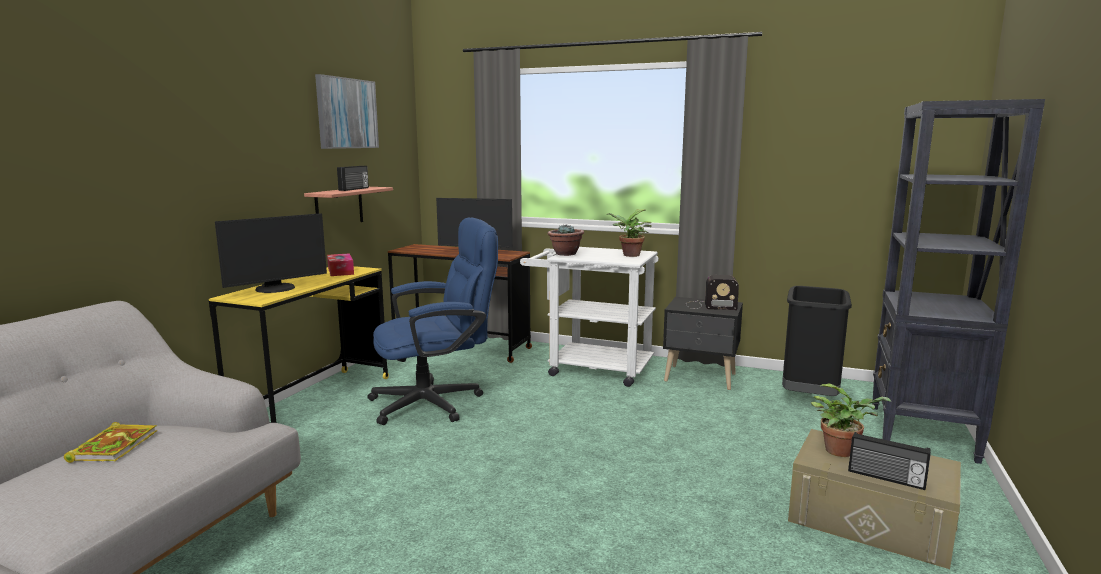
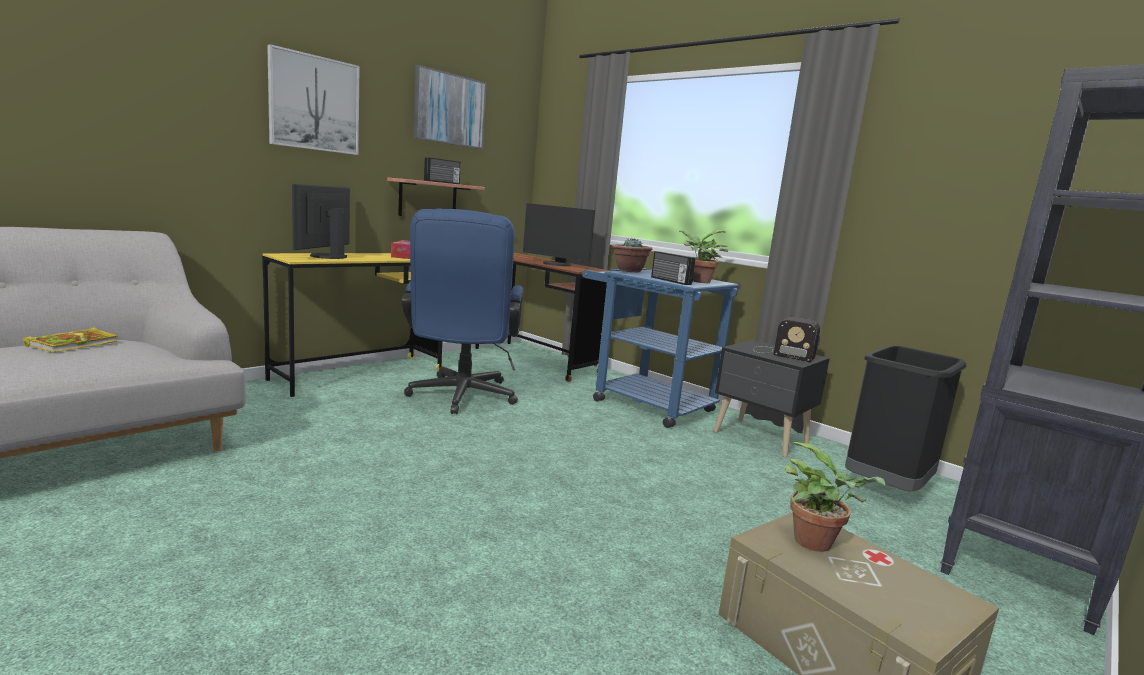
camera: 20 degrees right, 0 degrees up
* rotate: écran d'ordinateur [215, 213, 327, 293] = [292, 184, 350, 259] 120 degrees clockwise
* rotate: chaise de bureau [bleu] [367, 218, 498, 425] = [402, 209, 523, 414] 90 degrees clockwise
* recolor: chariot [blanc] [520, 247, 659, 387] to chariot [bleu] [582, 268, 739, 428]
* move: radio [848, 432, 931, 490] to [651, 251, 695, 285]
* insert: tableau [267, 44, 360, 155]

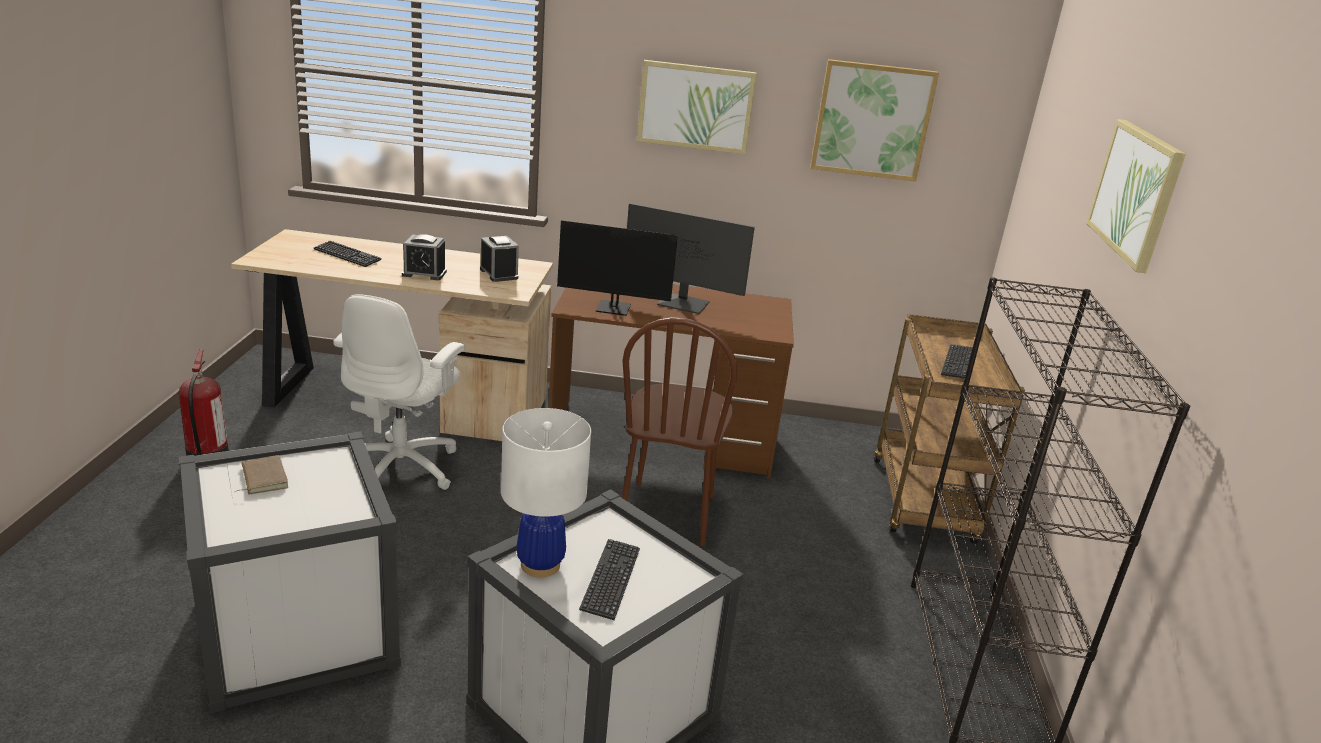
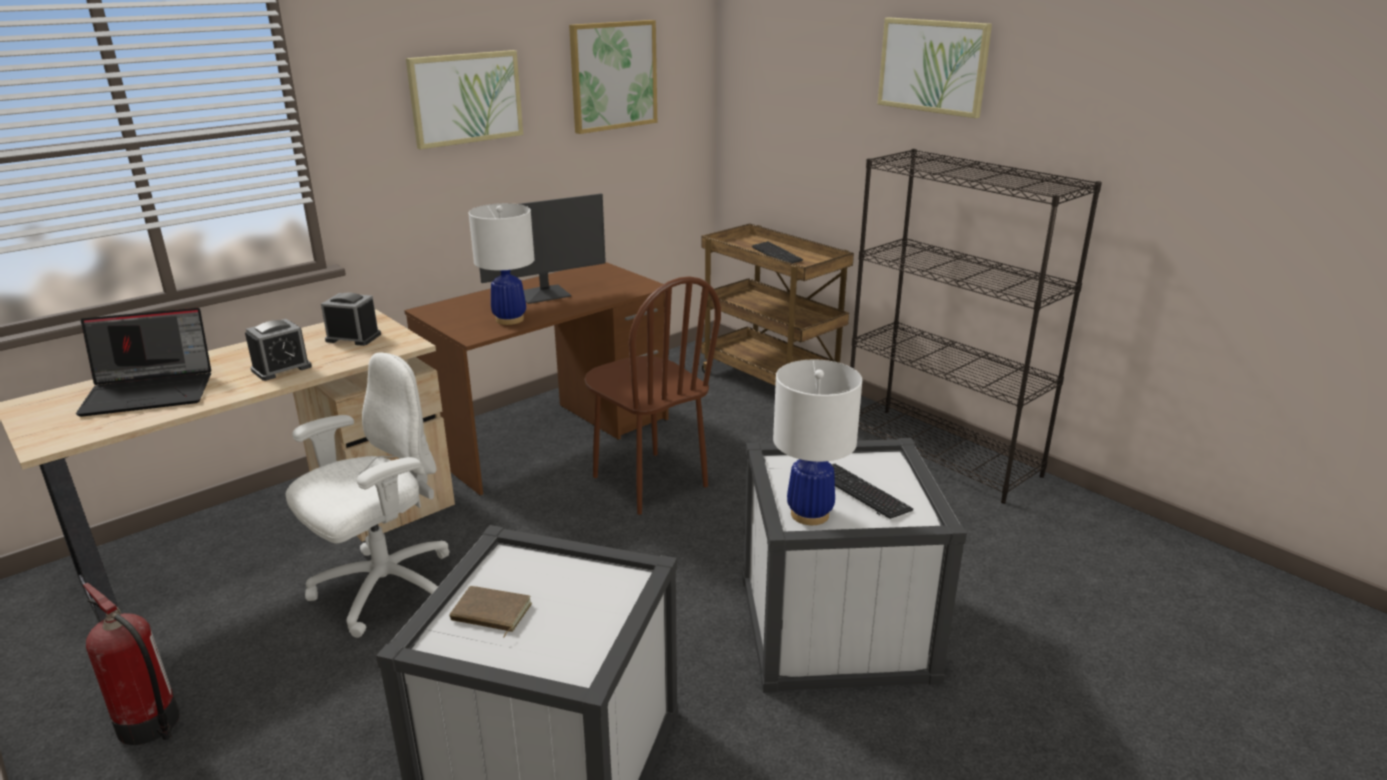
camera: 45 degrees left, 0 degrees up
* replace: clavier [314, 241, 382, 267] to ordinateur portable [76, 308, 211, 417]
* rotate: chaise de bureau [blanc] [333, 294, 465, 490] = [286, 353, 450, 638] 105 degrees counterclockwise
* replace: écran d'ordinateur [557, 220, 715, 316] to lampe de table [blanc] [469, 203, 534, 325]

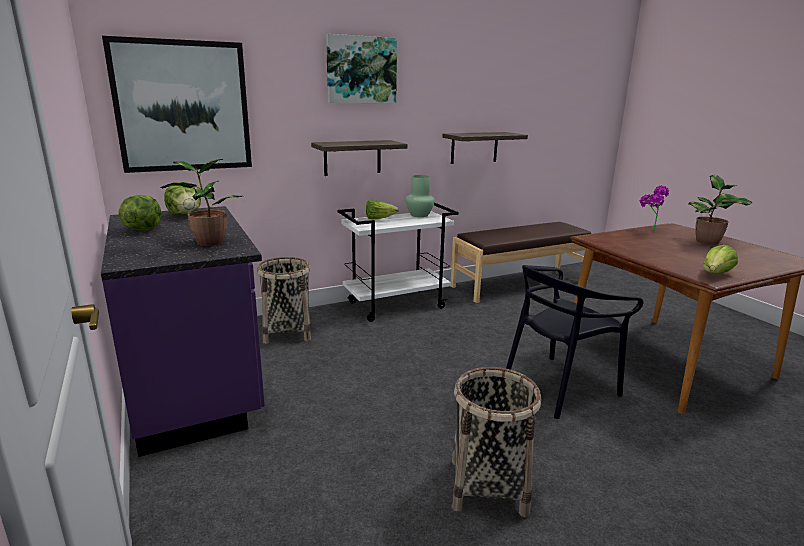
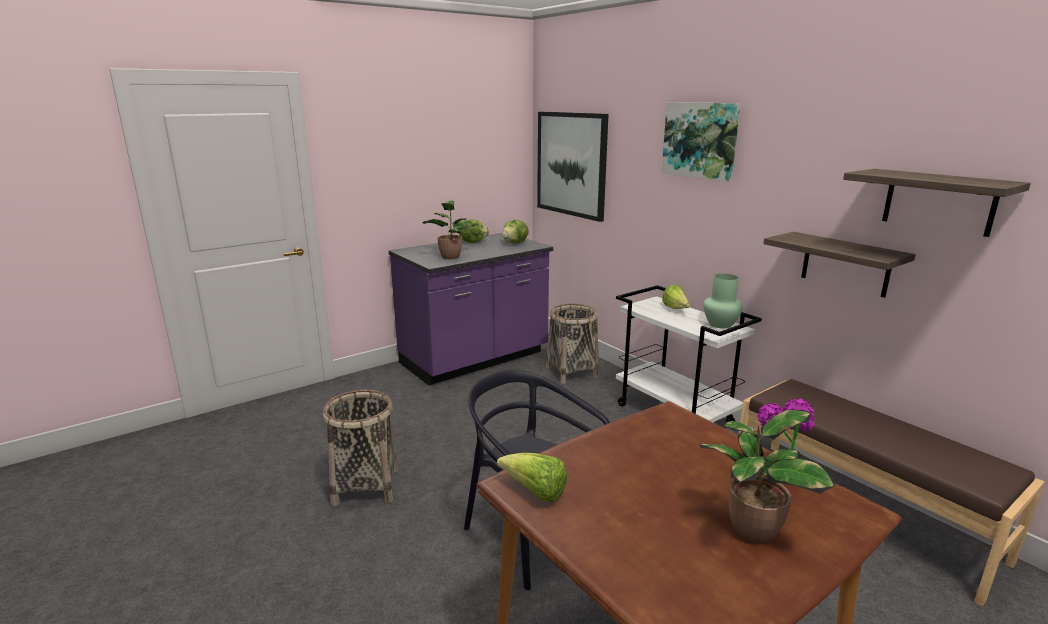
camera: 80 degrees right, 0 degrees up
* move: étagère [311, 140, 408, 176] to [843, 169, 1031, 237]

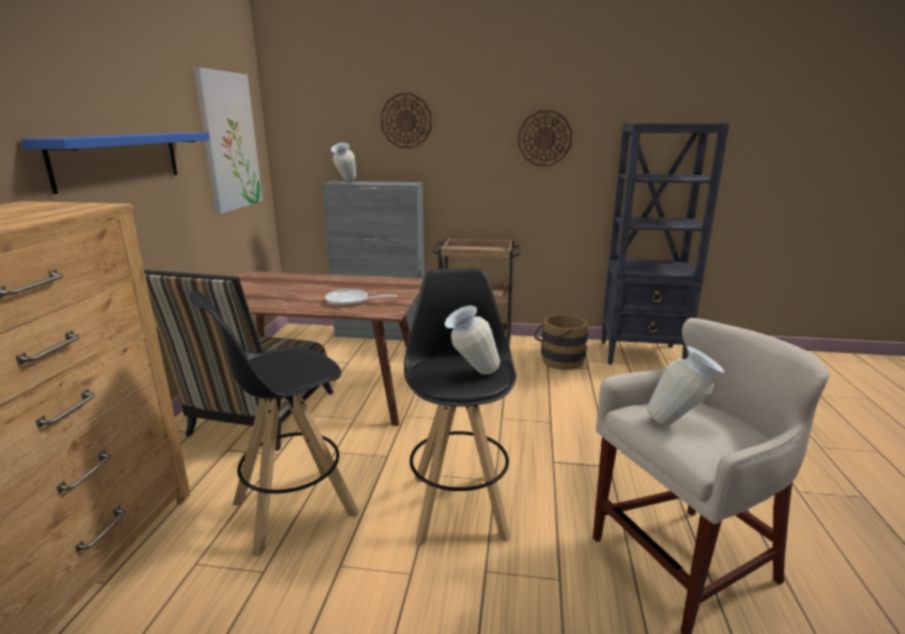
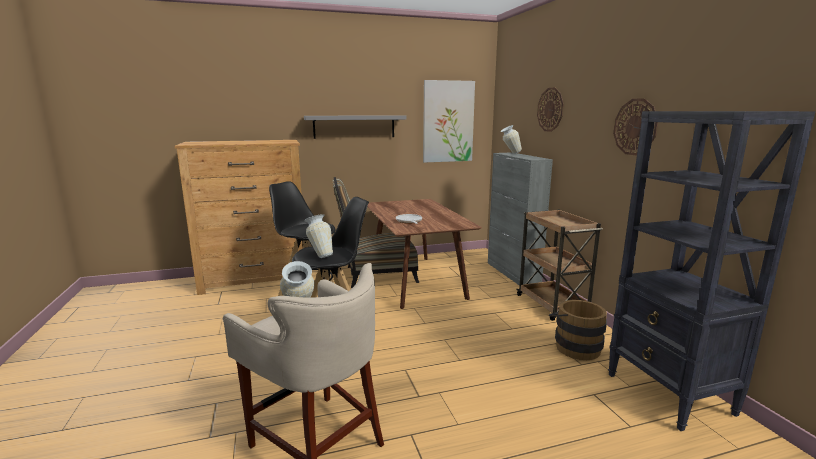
camera: 65 degrees right, 5 degrees down
* recolor: étagère [bleu] [21, 133, 210, 194] to étagère [gris] [304, 115, 407, 139]

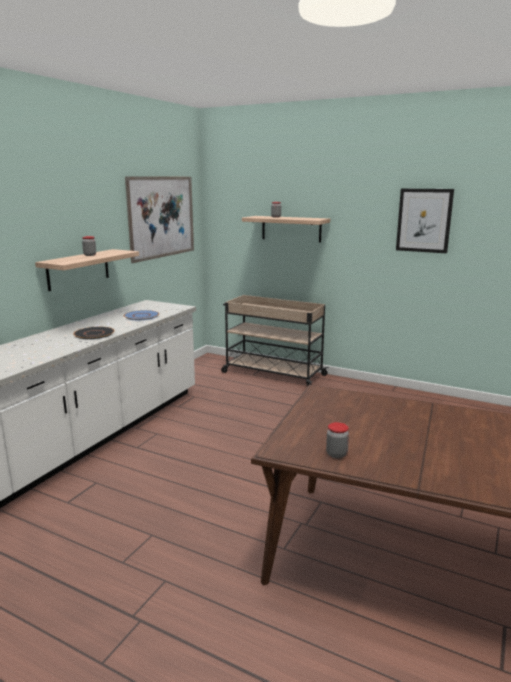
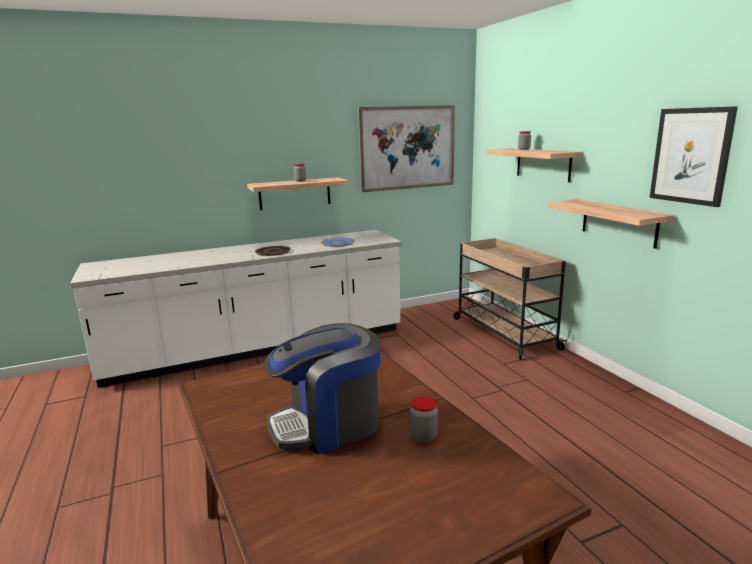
camera: 40 degrees right, 0 degrees up
* move: bocal [326, 422, 349, 458] to [410, 396, 438, 443]
* insert: machine à café [264, 323, 381, 454]
* insert: étagère [547, 199, 674, 249]

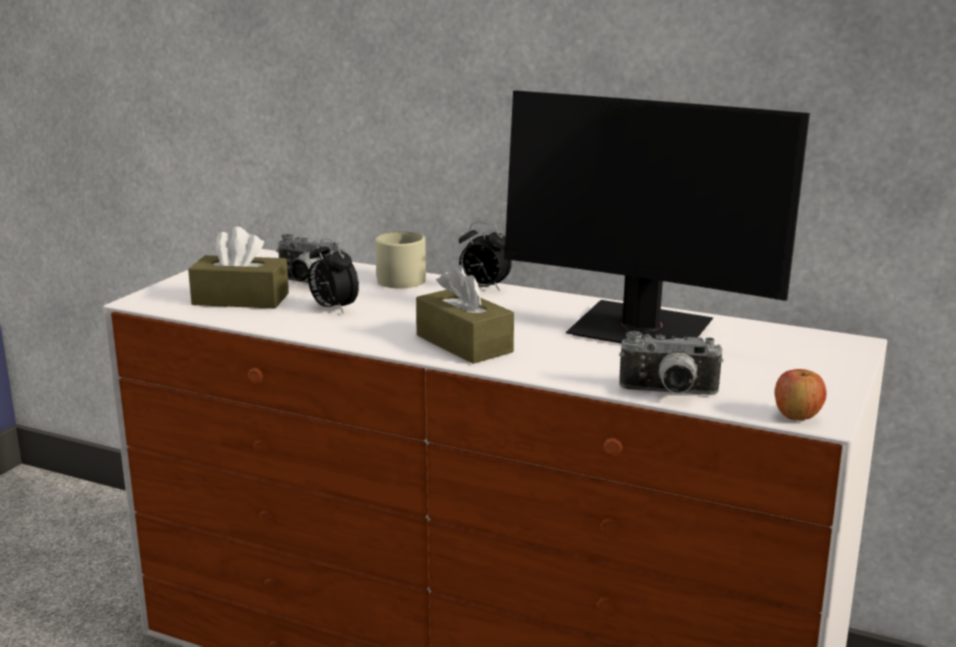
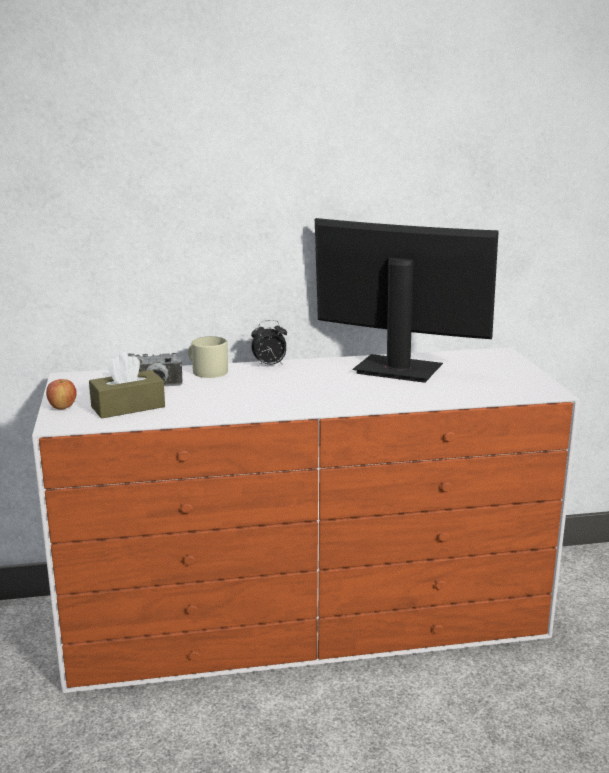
camera: 35 degrees left, 0 degrees up
* delete: réveil [308, 238, 359, 314]
* delete: boîte à mouchoirs [marron] [416, 265, 514, 364]
* rotate: écran d'ordinateur [504, 91, 810, 344] = [315, 218, 499, 383] 150 degrees counterclockwise
* delete: appareil photo [619, 331, 723, 395]
* move: pomme [775, 369, 827, 421] to [46, 379, 77, 410]

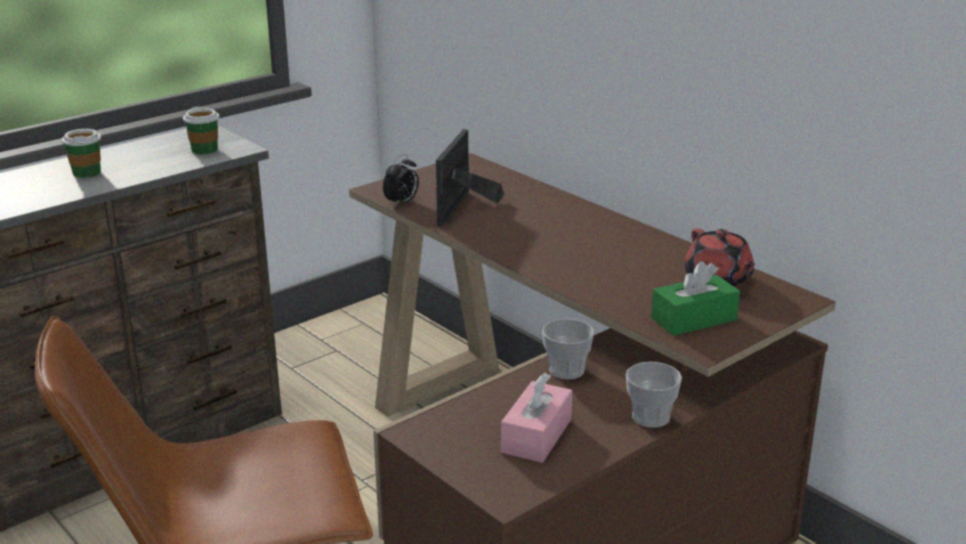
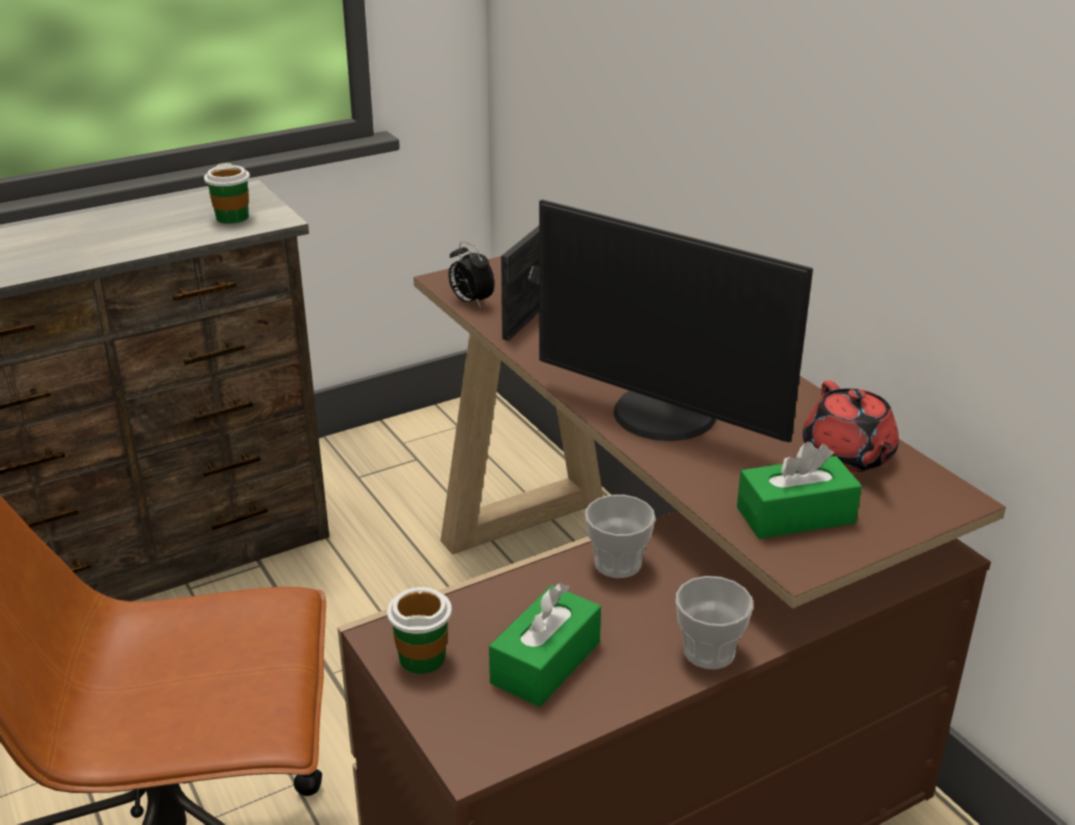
camera: 10 degrees right, 5 degrees up
* move: tasse [61, 129, 101, 178] to [387, 587, 452, 674]
* rotate: réveil [383, 154, 419, 208] = [448, 241, 495, 308] 90 degrees clockwise
* recolor: boîte à mouchoirs [rose] [501, 373, 572, 463] to boîte à mouchoirs [vert] [489, 583, 601, 707]
* insert: écran d'ordinateur [539, 200, 813, 443]

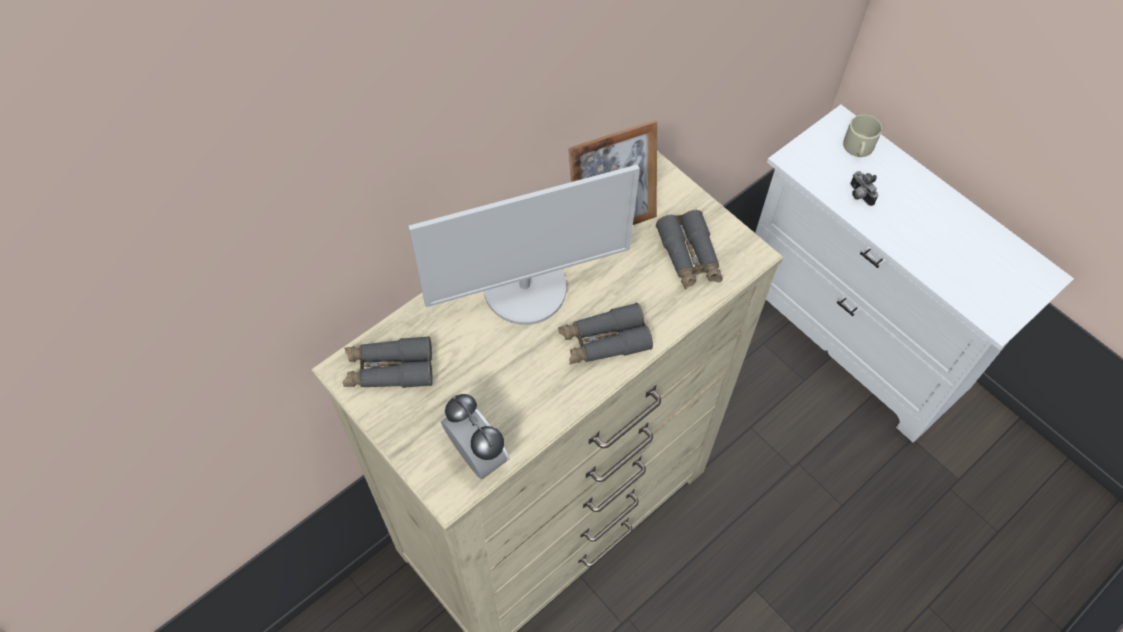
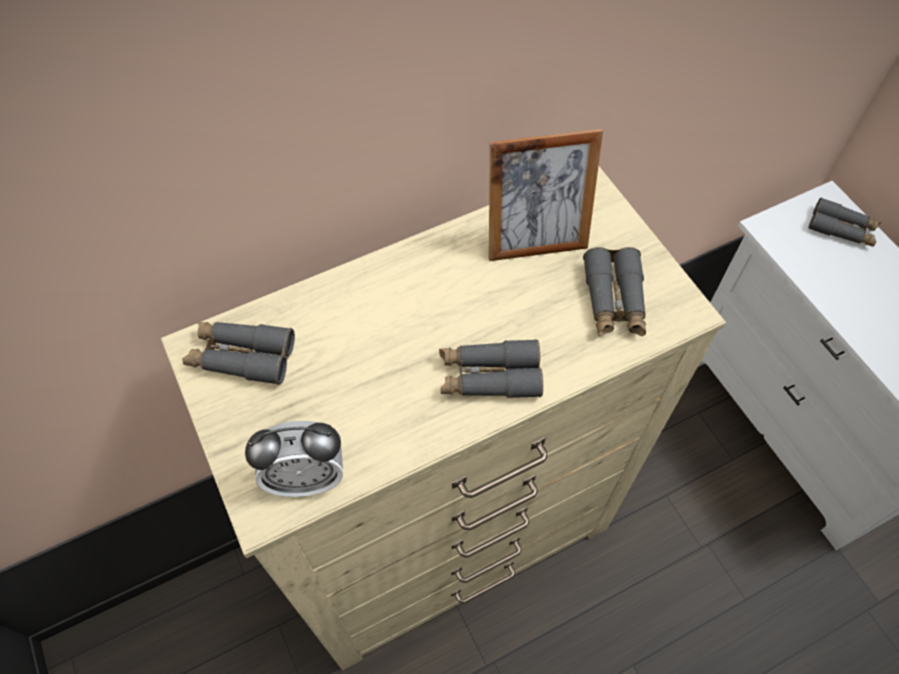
camera: 15 degrees right, 0 degrees up
* delete: écran d'ordinateur [409, 164, 640, 325]
* rotate: réveil [441, 394, 509, 479] = [245, 421, 343, 497] 105 degrees clockwise
* replace: mug [beige] [843, 115, 882, 157] to jumelles [gris] [808, 198, 882, 247]
* delete: appareil photo [850, 171, 878, 206]

